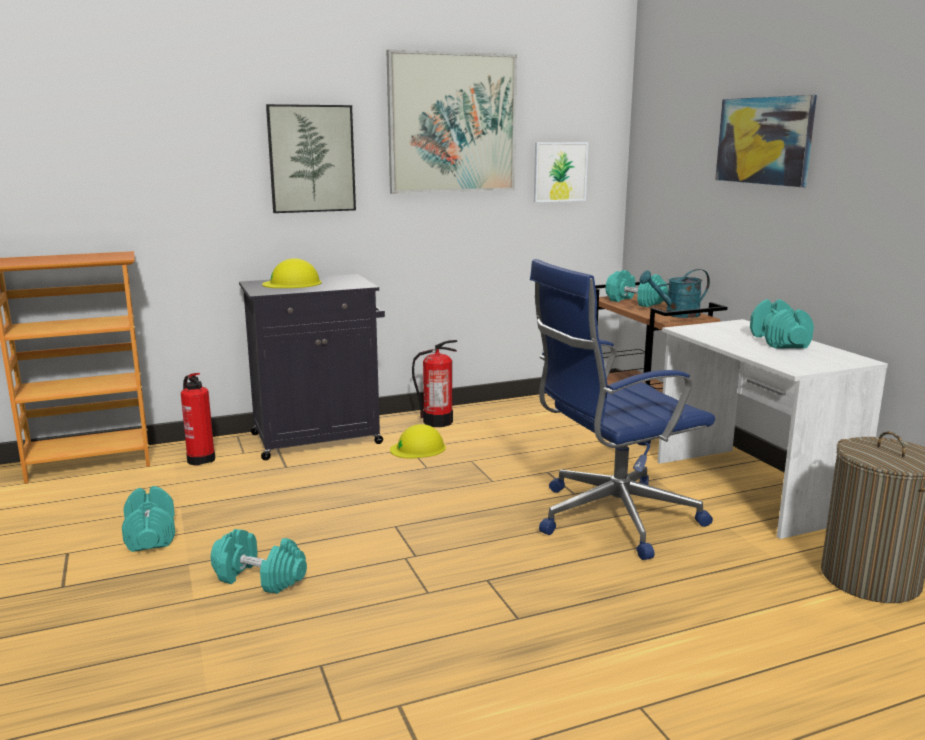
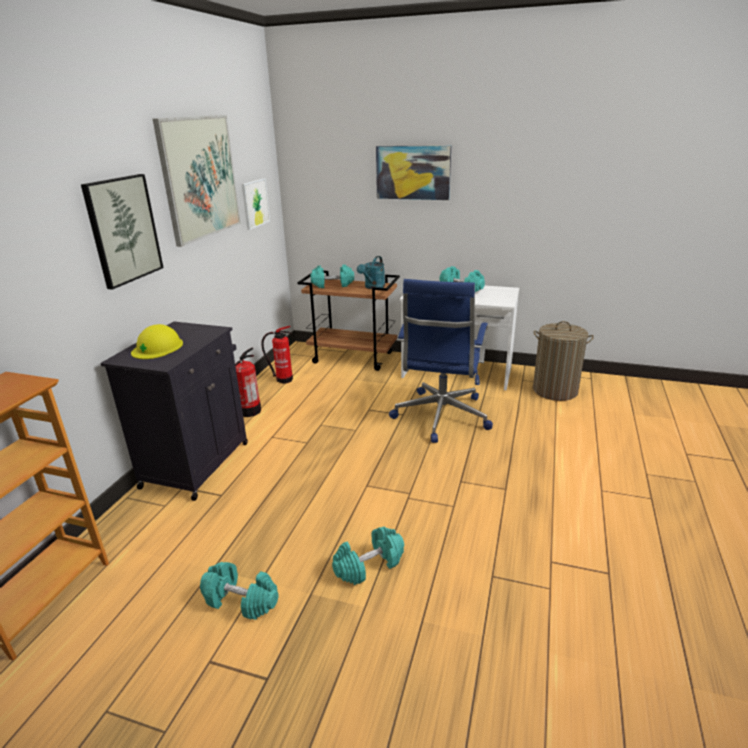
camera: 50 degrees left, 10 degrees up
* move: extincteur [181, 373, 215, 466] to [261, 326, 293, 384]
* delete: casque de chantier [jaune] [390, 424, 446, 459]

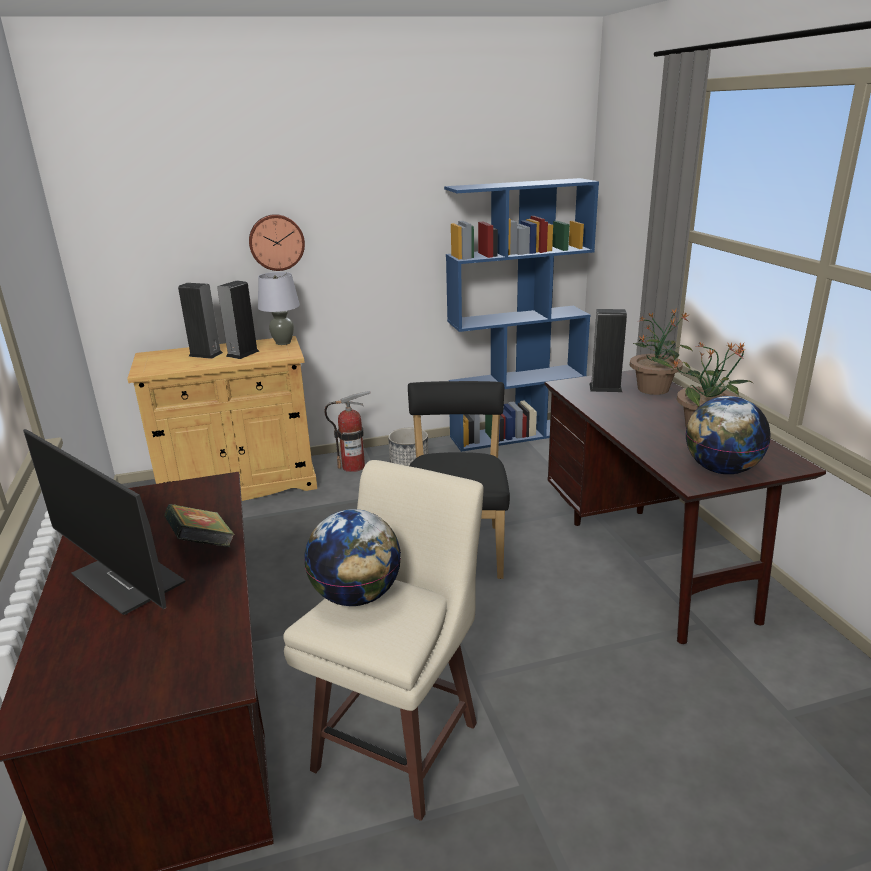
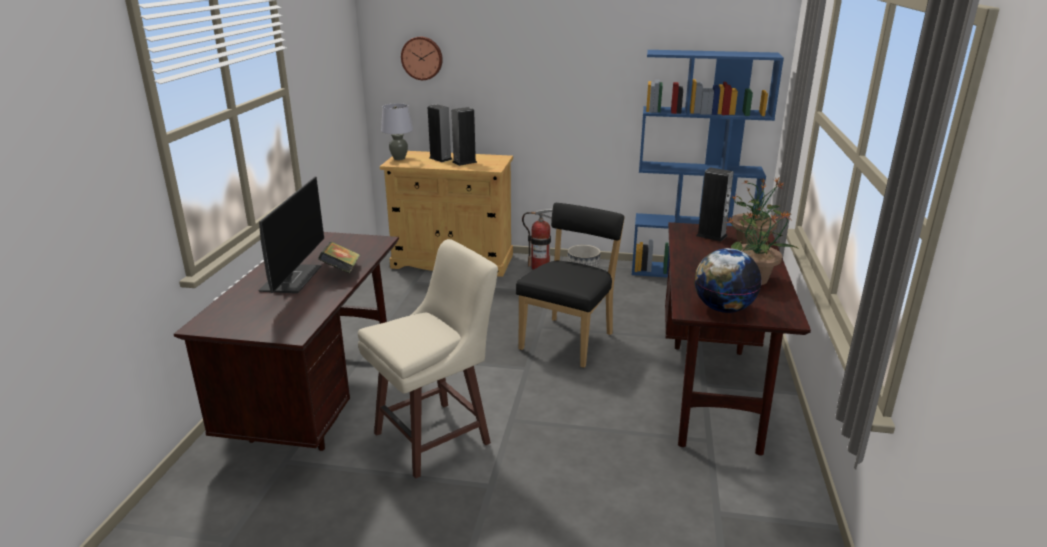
camera: 25 degrees right, 0 degrees up
* rotate: écran d'ordinateur [23, 429, 186, 615] = [258, 176, 324, 294] 150 degrees counterclockwise
* move: horloge murale [249, 214, 305, 271] to [401, 37, 443, 80]
* move: lampe de table [gris] [258, 272, 300, 345] to [381, 103, 413, 160]
* delete: globe [304, 509, 401, 606]

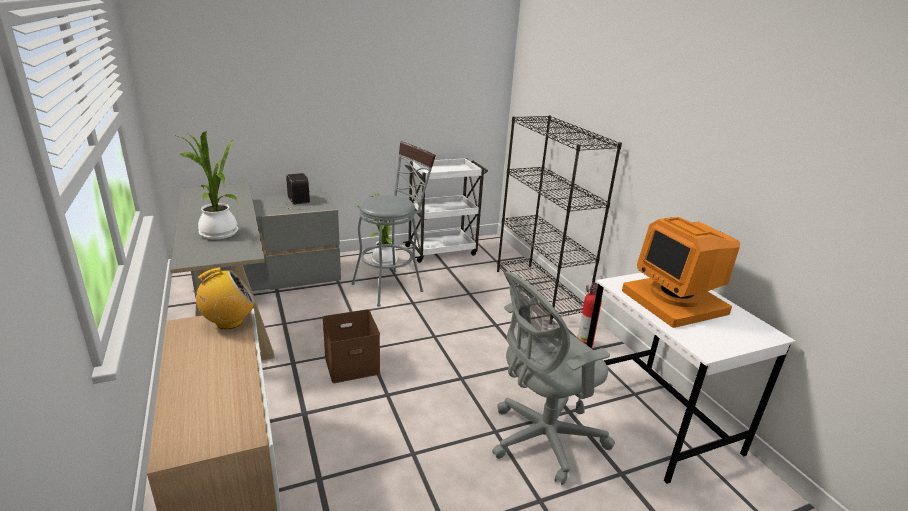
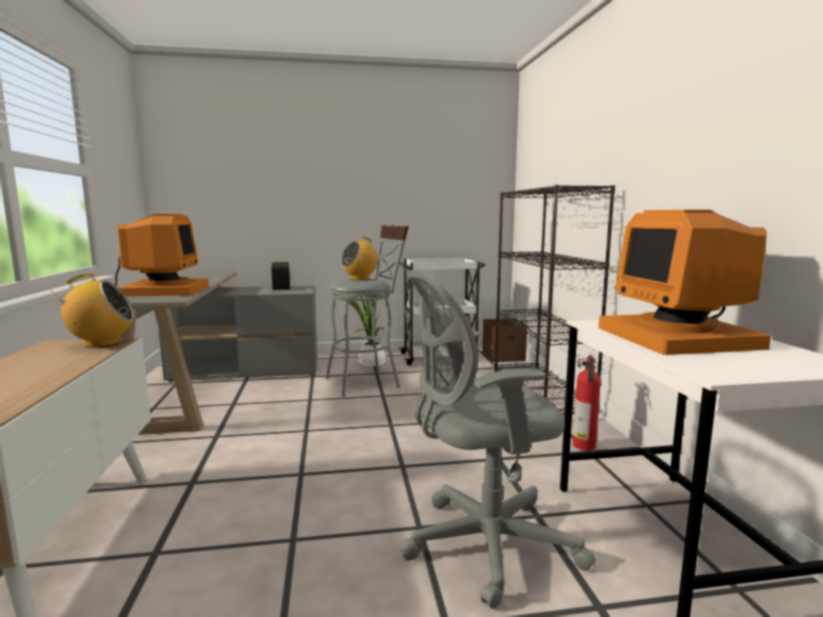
camera: 15 degrees right, 15 degrees down
* replace: plante en pot [174, 131, 238, 240] to écran d'ordinateur [115, 214, 209, 297]
* move: boîte de rangement [marron] [322, 309, 380, 383] to [482, 318, 528, 362]
* insert: radio [341, 237, 378, 280]

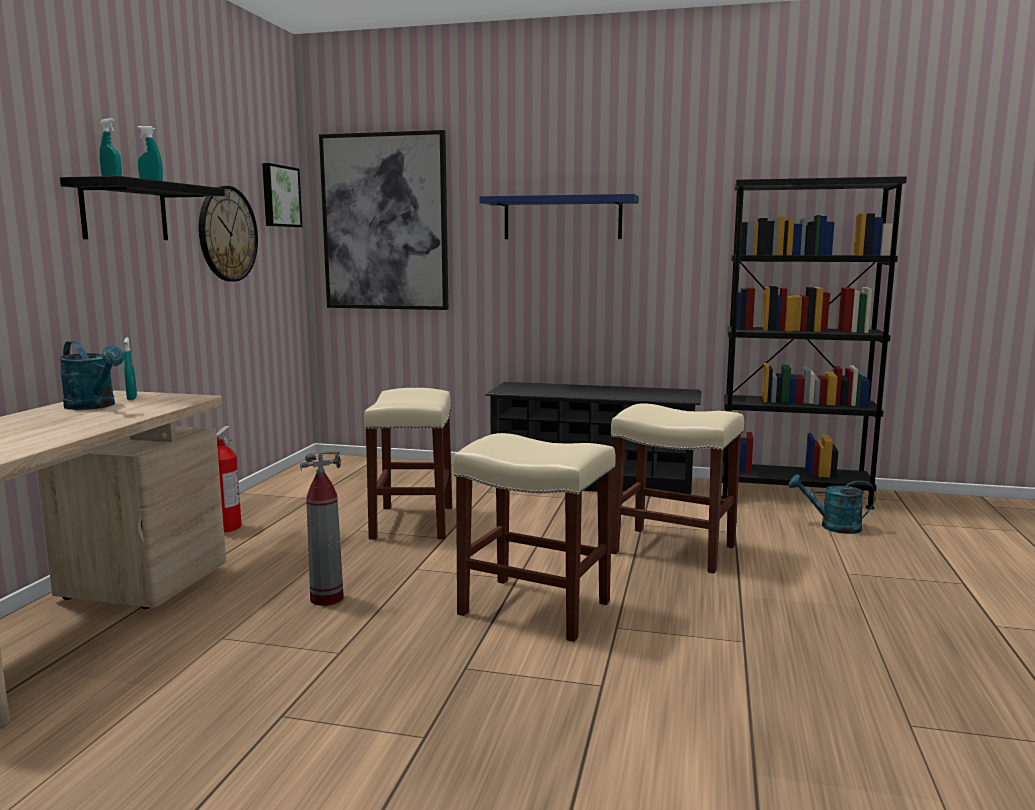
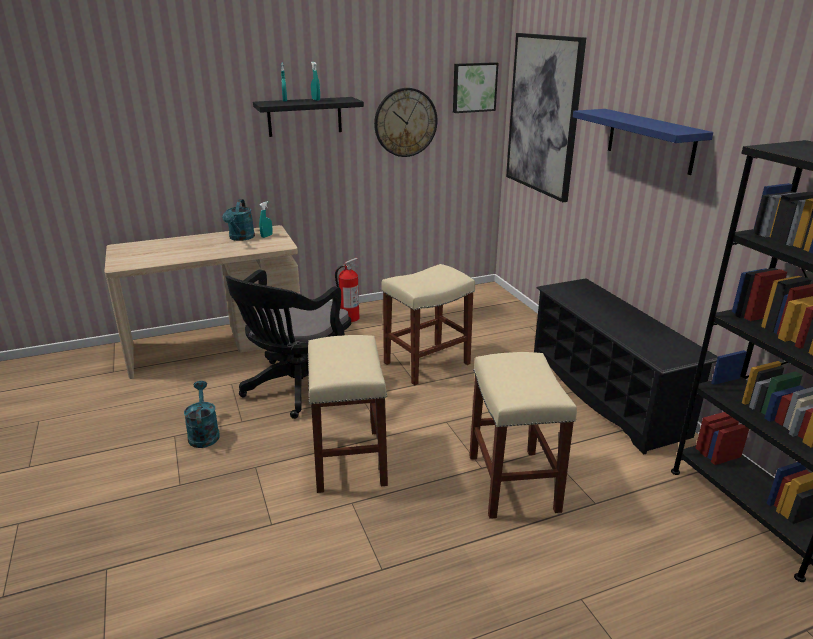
camera: 55 degrees right, 15 degrees up
* replace: extincteur [300, 451, 343, 606] to chaise de bureau [noir] [226, 269, 351, 419]
* move: arrosoir [turquoise] [788, 474, 875, 534] to [184, 381, 220, 448]

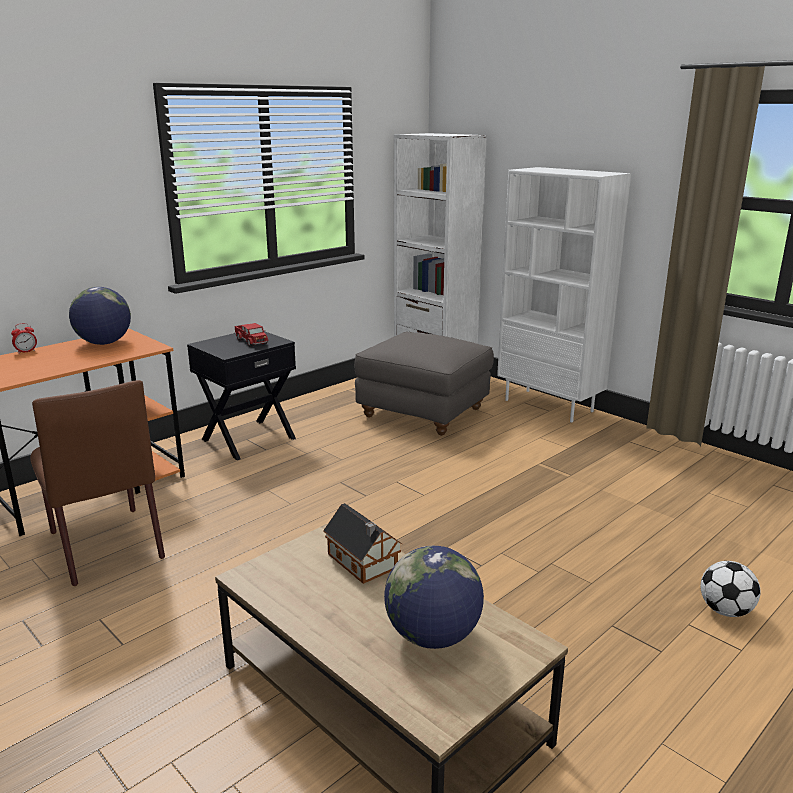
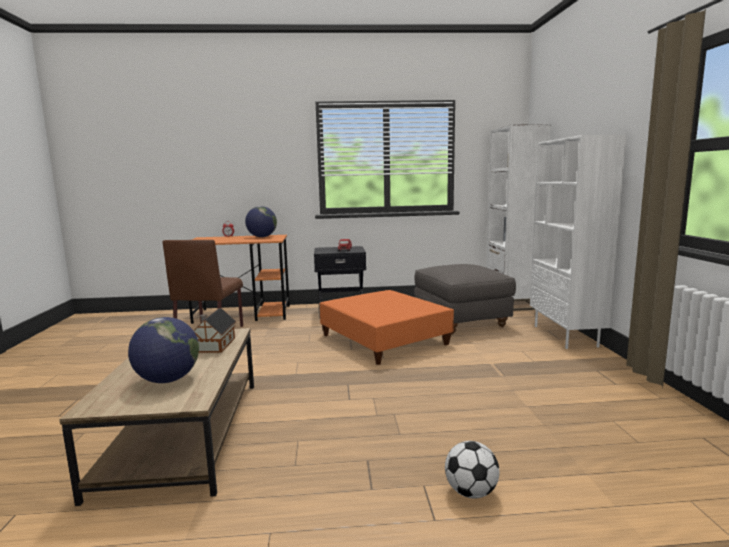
camera: 40 degrees right, 10 degrees down
* insert: pouf [orange] [319, 290, 454, 365]

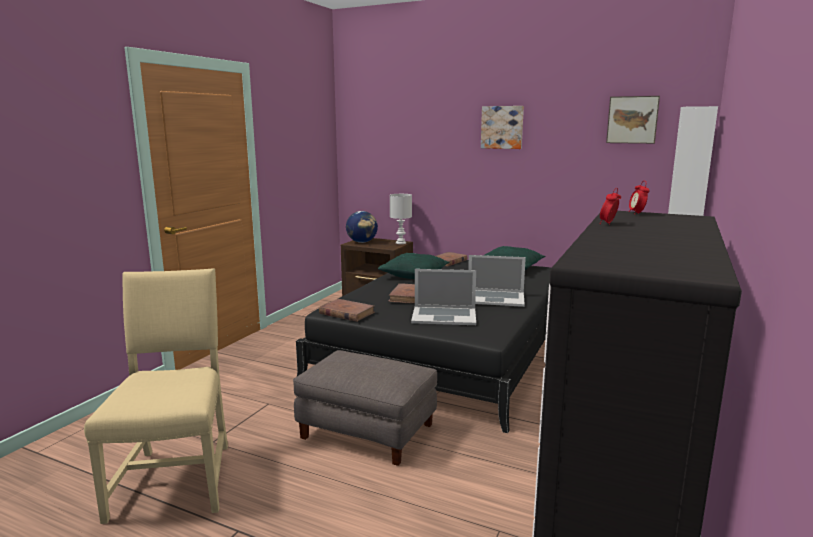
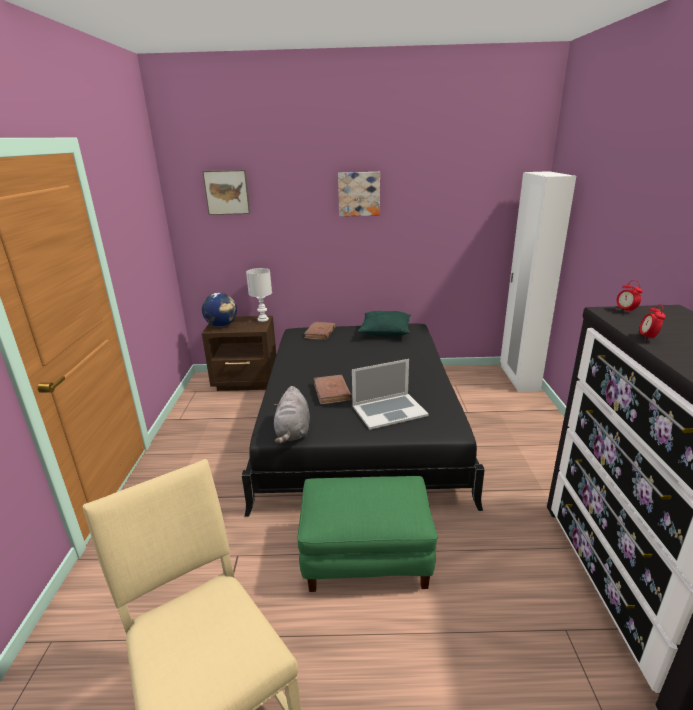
camera: 25 degrees left, 10 degrees up
* recolor: pouf [gris] [293, 350, 437, 466] to pouf [vert] [298, 476, 437, 592]
* replace: livre [marron] [319, 299, 375, 322] to peluche [gris] [274, 386, 310, 444]
* delete: coussin [vert] [378, 253, 450, 279]
* delete: ordinateur portable [468, 255, 526, 307]
* move: tableau [606, 96, 660, 144] to [202, 170, 250, 215]

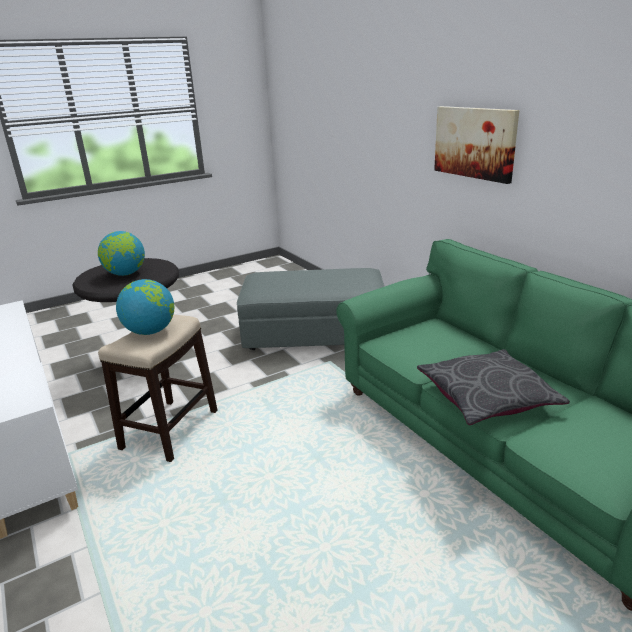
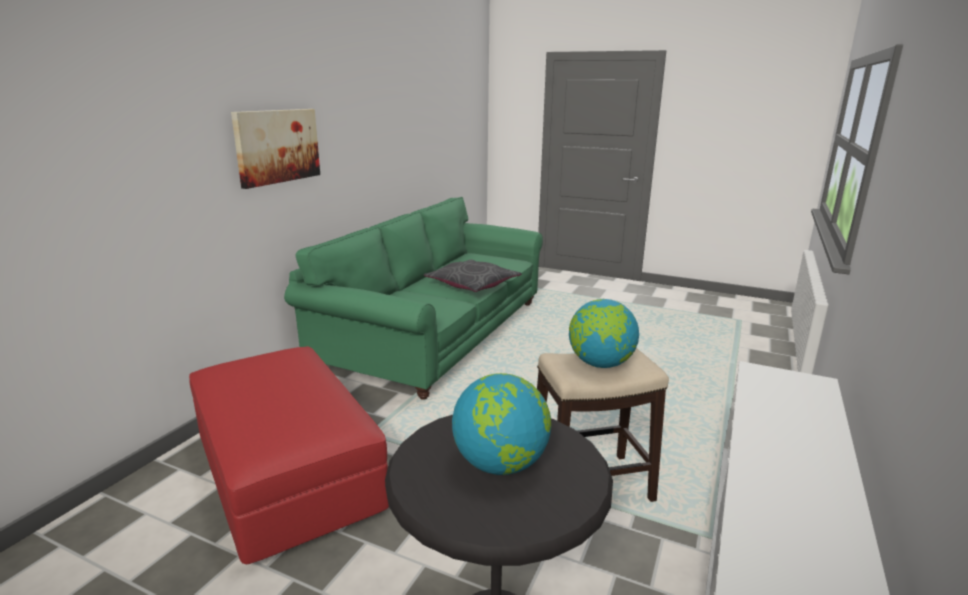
camera: 125 degrees left, 5 degrees down
* recolor: pouf [gris] [237, 268, 384, 350] to pouf [rouge] [189, 347, 389, 564]

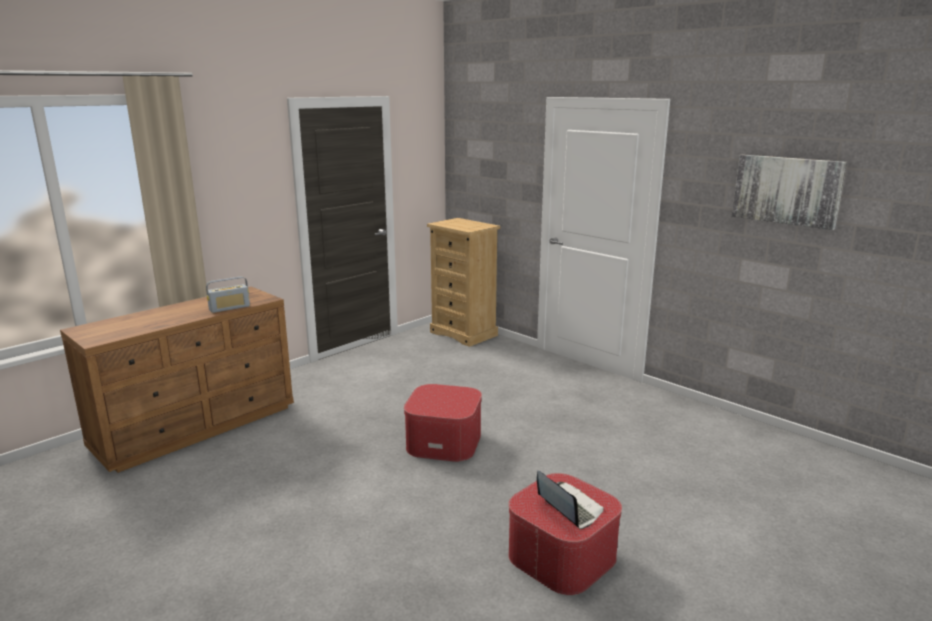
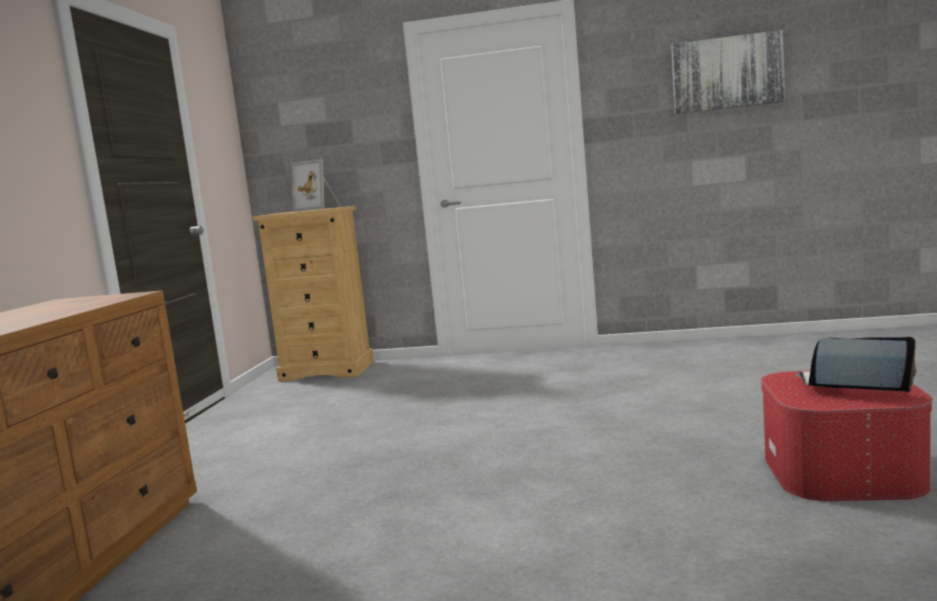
camera: 35 degrees left, 10 degrees down
* delete: radio [206, 276, 250, 313]
* delete: pouf [404, 384, 482, 462]
* insert: cadre photo [291, 159, 341, 212]

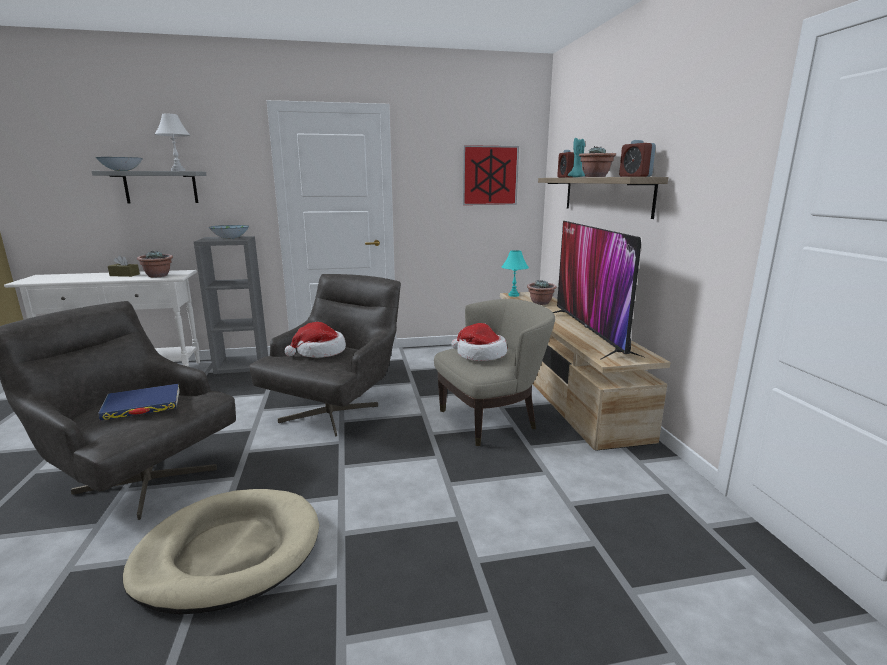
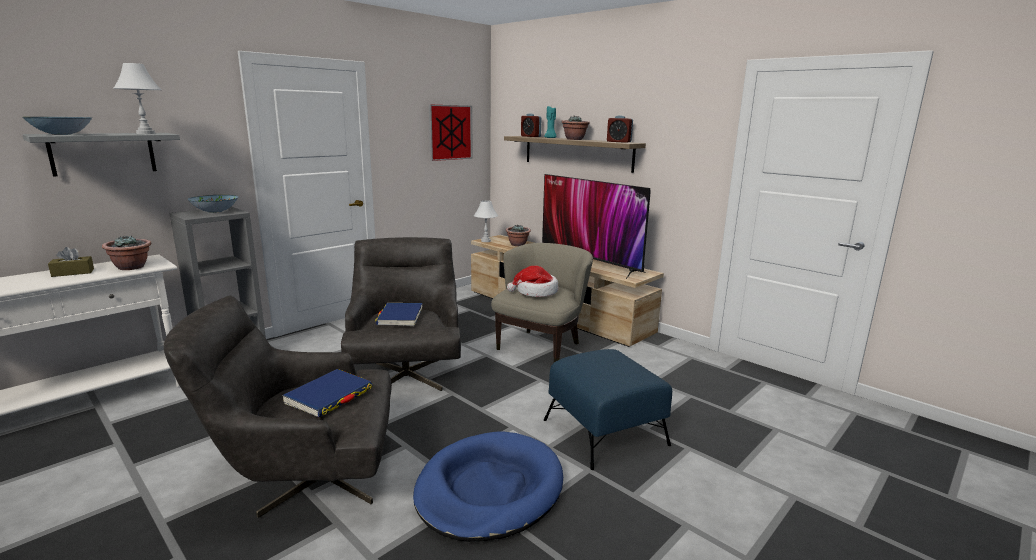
camera: 35 degrees left, 0 degrees up
* recolor: panier pour chien [beige] [122, 489, 319, 615] to panier pour chien [bleu] [413, 432, 563, 542]
* replace: chapeau [285, 322, 346, 358] to livre [bleu] [375, 303, 423, 326]
* recolor: lampe de table [turquoise] [502, 250, 529, 297] to lampe de table [blanc] [474, 200, 498, 242]
* insert: pouf [bleu] [544, 349, 672, 470]

